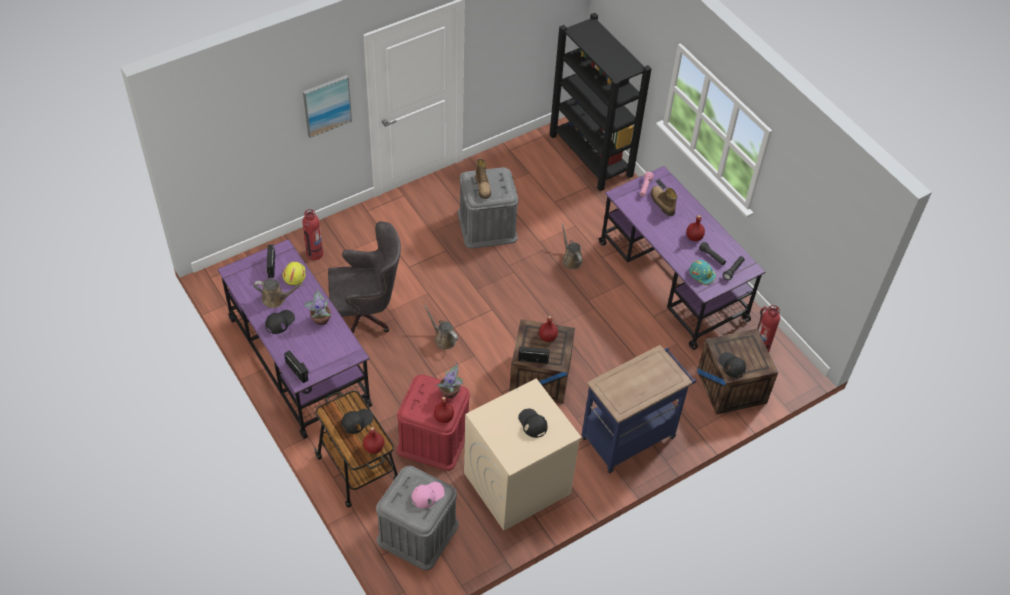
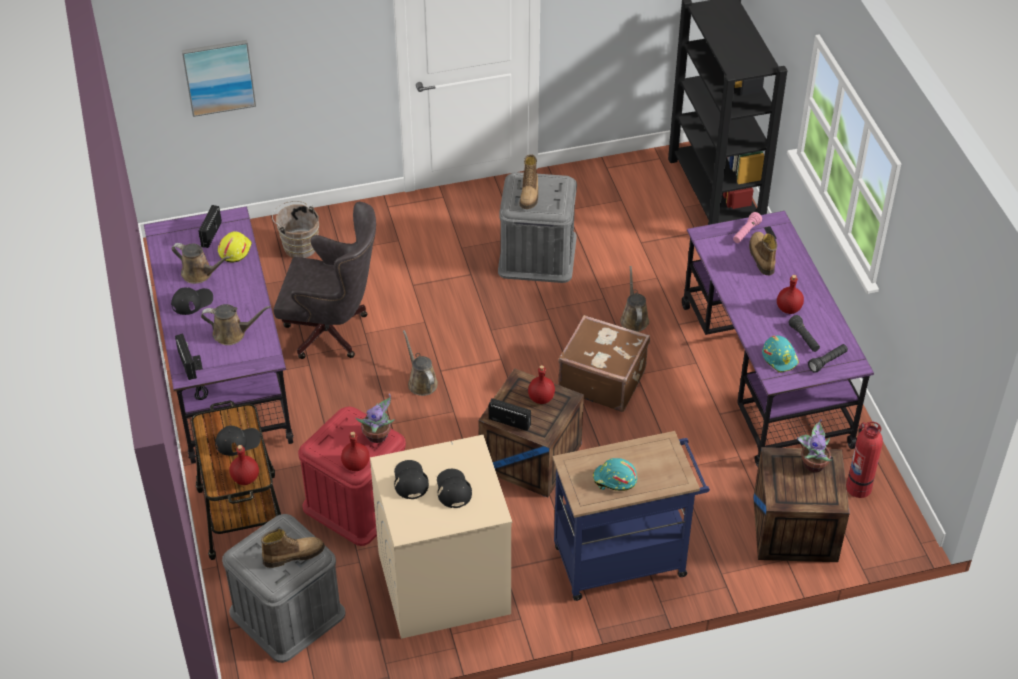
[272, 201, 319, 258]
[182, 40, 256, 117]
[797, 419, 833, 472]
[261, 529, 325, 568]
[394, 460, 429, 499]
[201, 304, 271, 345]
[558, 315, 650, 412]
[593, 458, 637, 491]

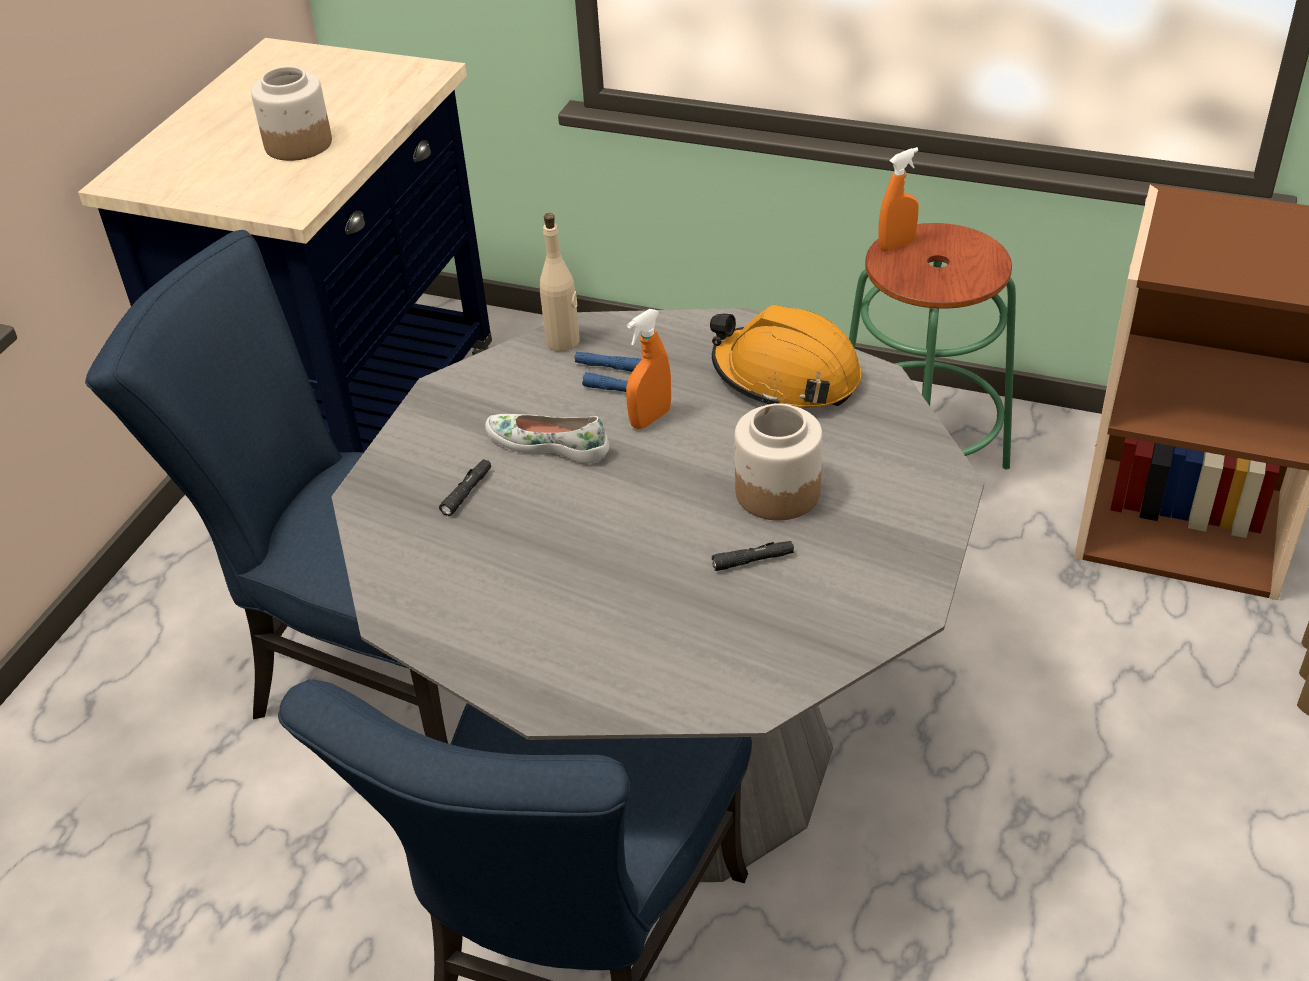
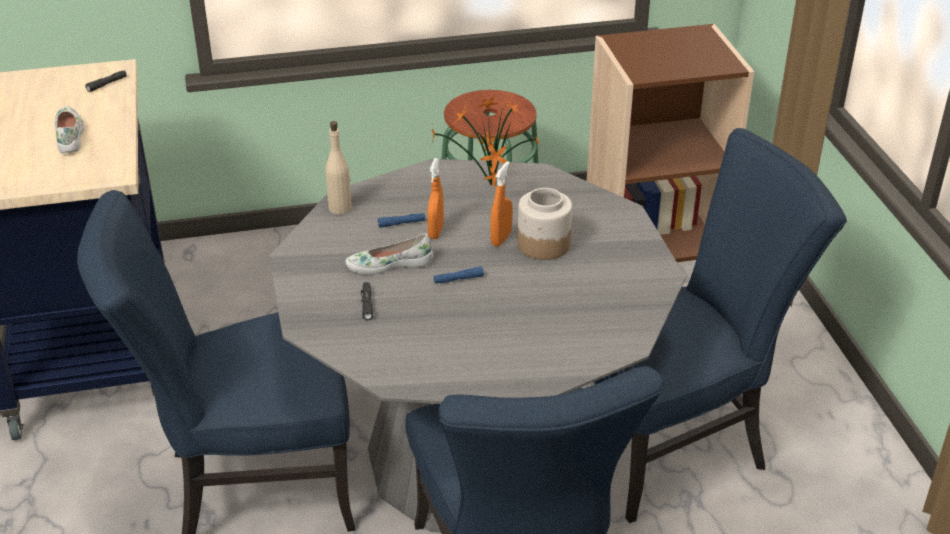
[54, 106, 84, 154]
[433, 266, 484, 283]
[431, 95, 540, 188]
[85, 70, 127, 92]
[490, 161, 513, 247]
[593, 128, 847, 523]

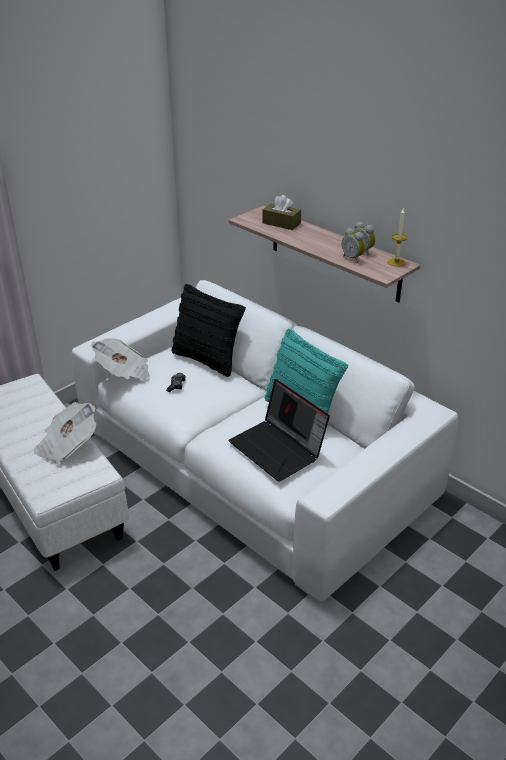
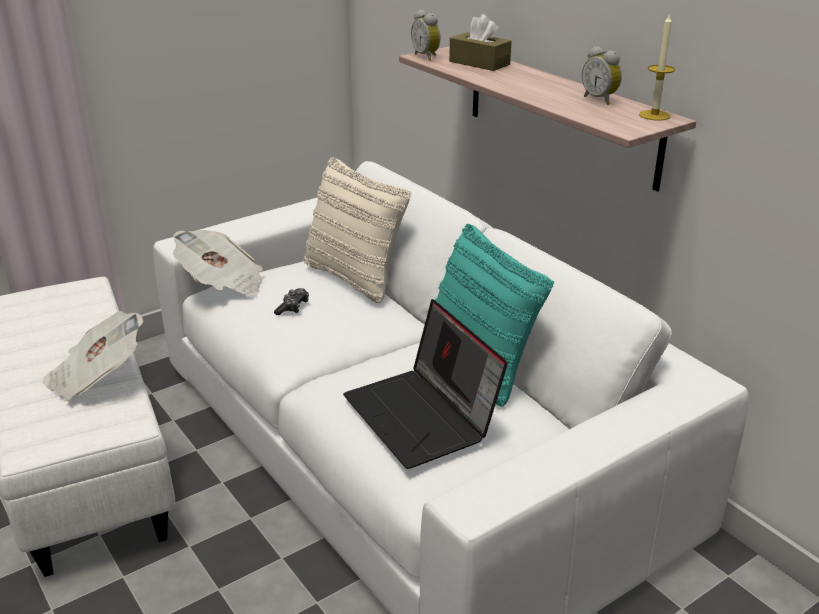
[304, 157, 412, 303]
[411, 10, 440, 61]

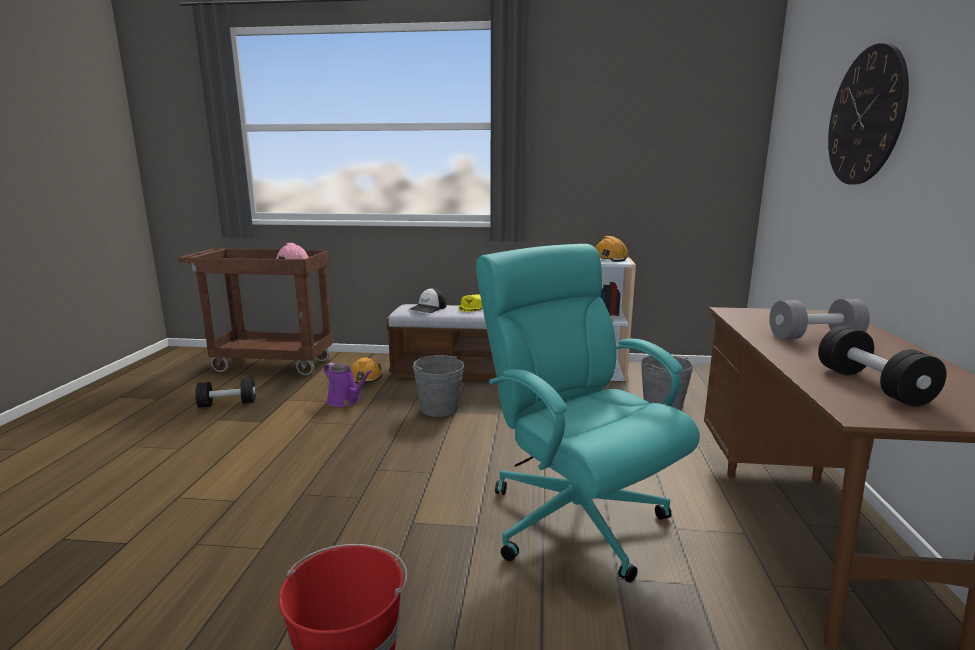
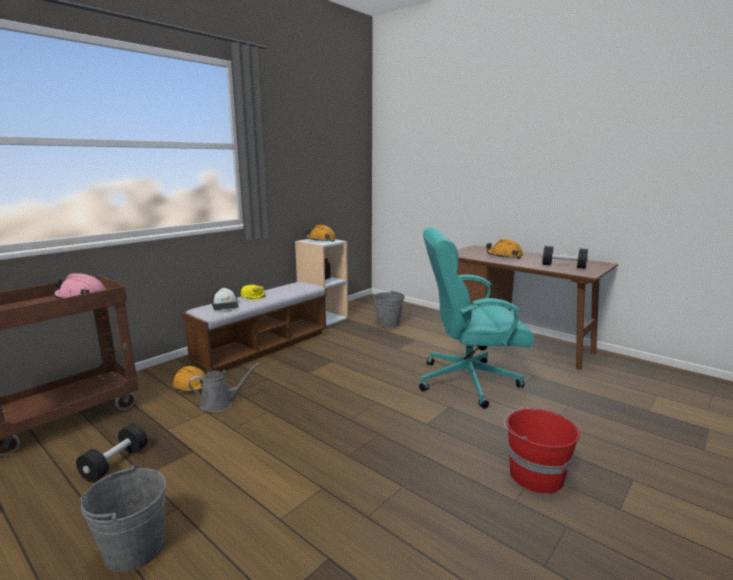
[189, 363, 259, 413]
[80, 465, 166, 572]
[486, 239, 523, 259]
[828, 43, 909, 185] (first image)

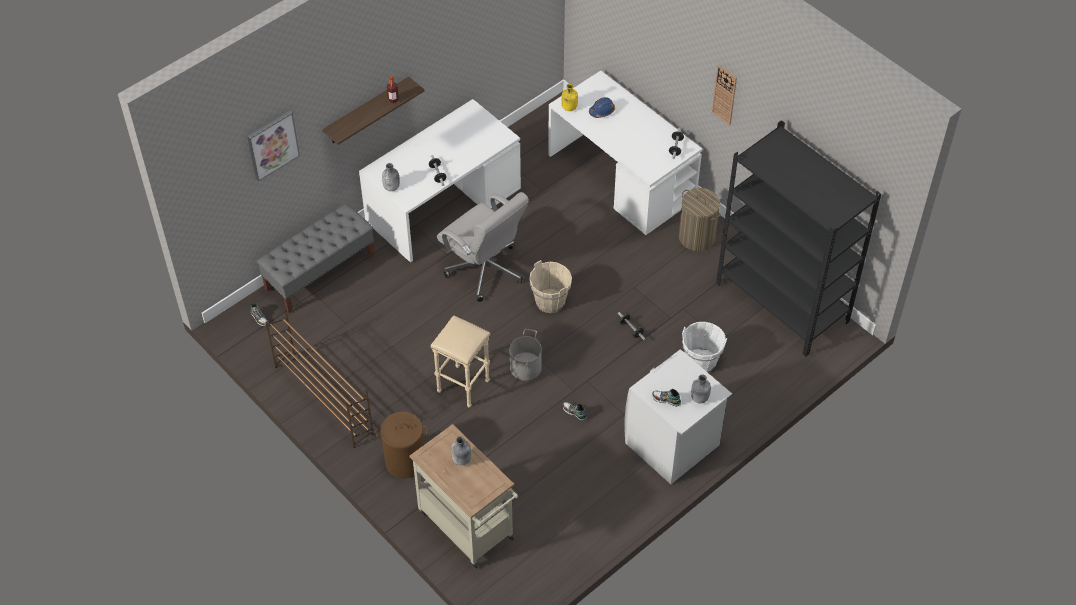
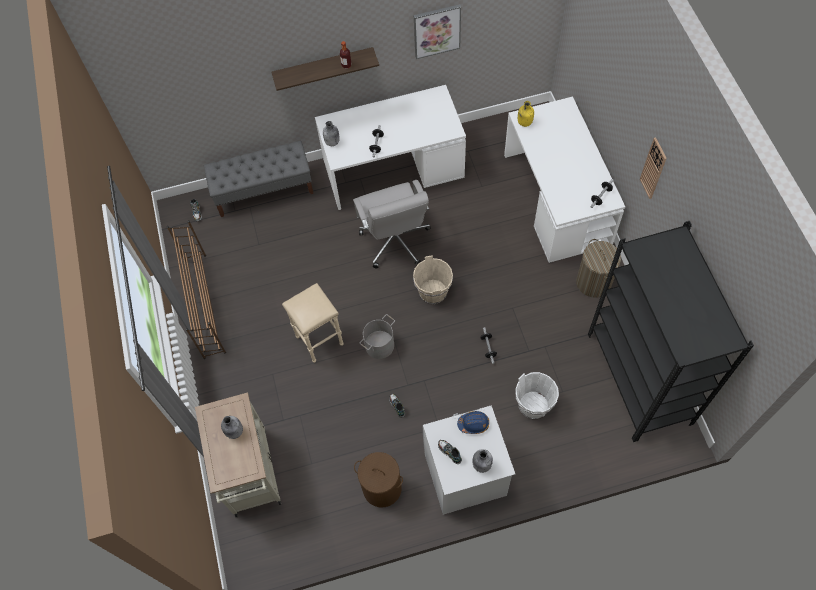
[414, 4, 461, 59]
[354, 452, 403, 507]
[457, 411, 489, 434]

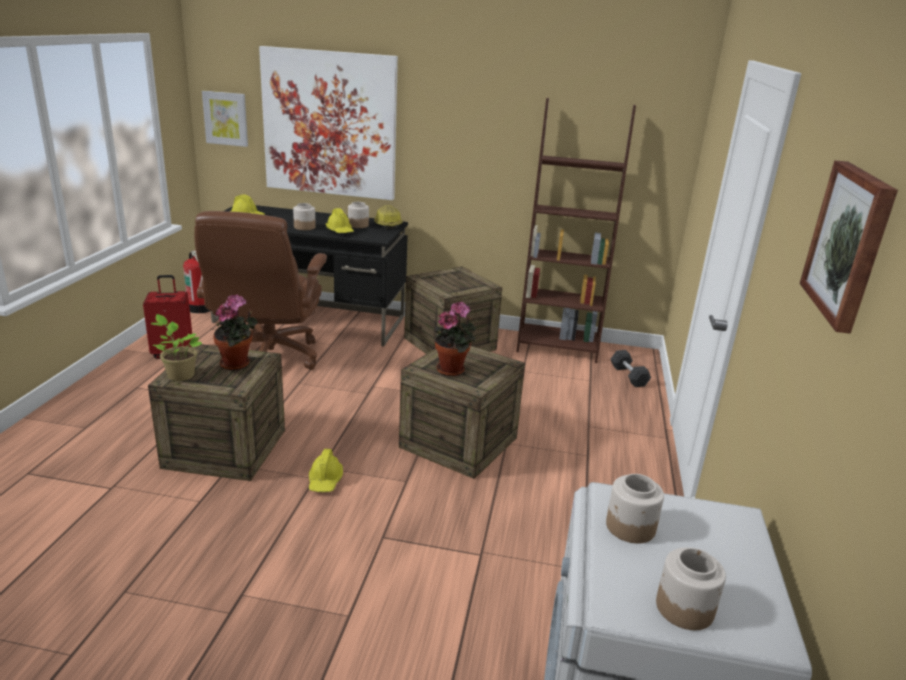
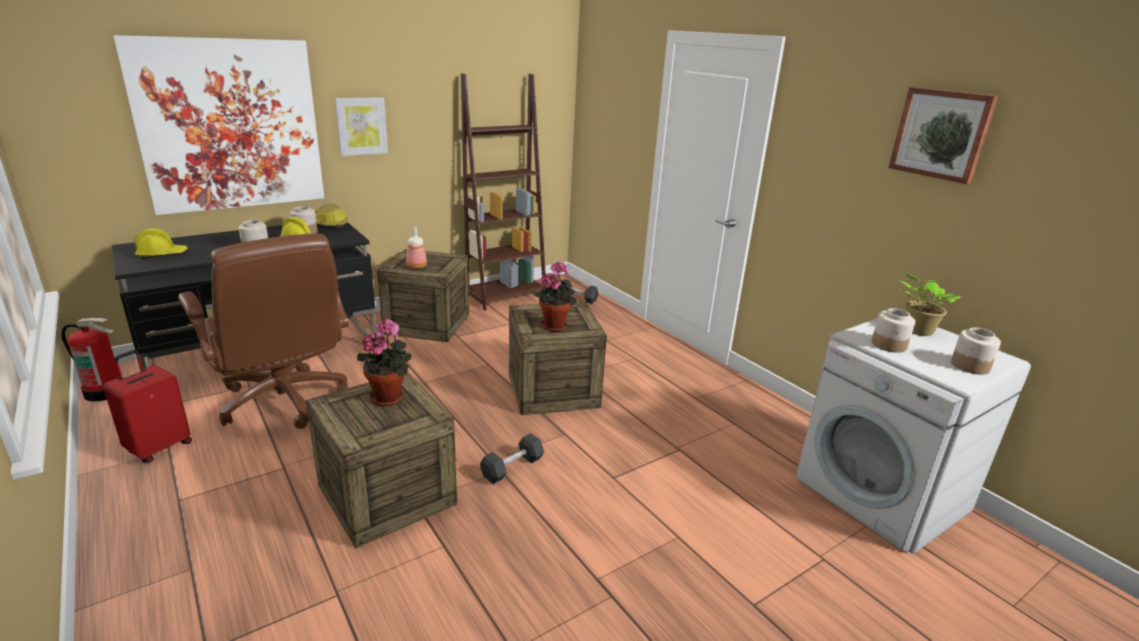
[899, 274, 962, 336]
[335, 97, 388, 156]
[480, 433, 544, 484]
[406, 227, 427, 269]

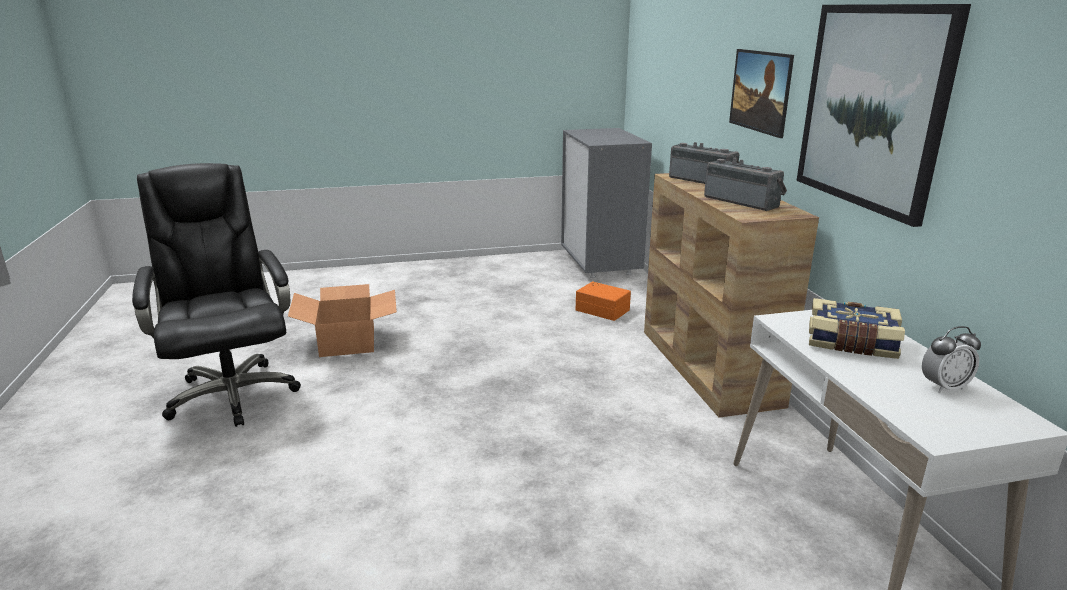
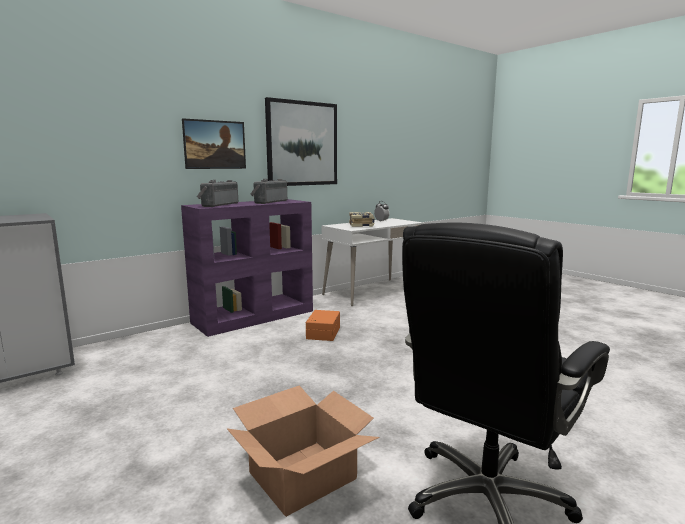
[306, 310, 340, 341]
[181, 199, 313, 337]

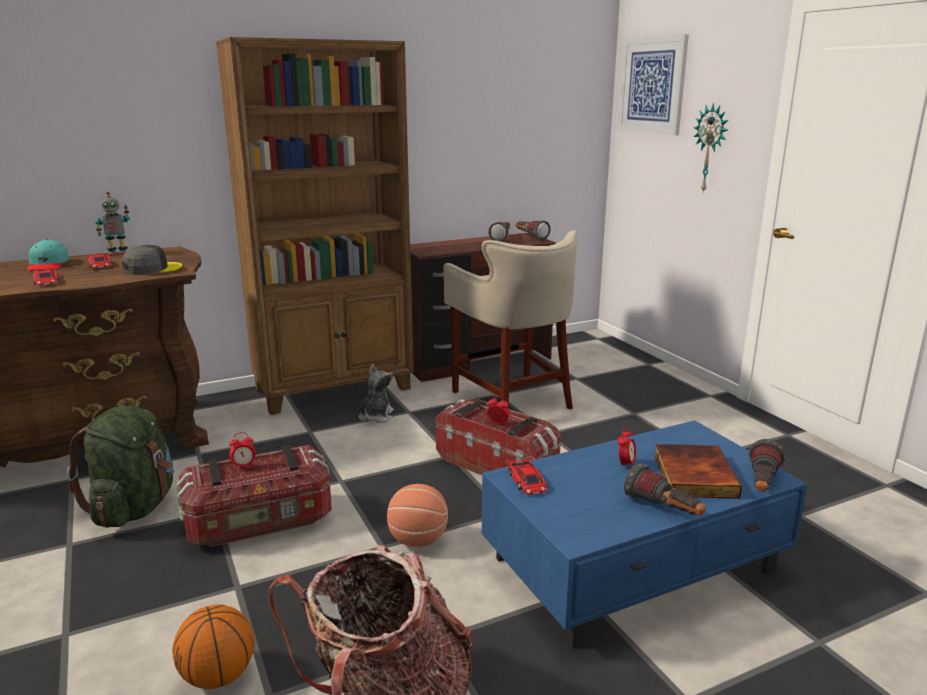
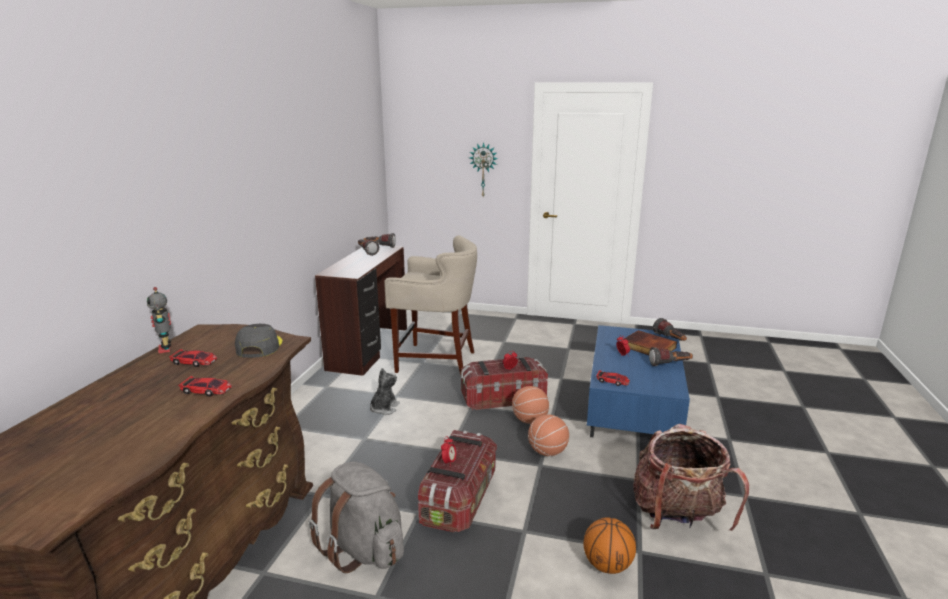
[27, 239, 69, 271] (first image)
[309, 462, 404, 573]
[147, 287, 171, 354]
[216, 37, 413, 415] (first image)
[370, 368, 400, 415]
[618, 34, 689, 136] (first image)
[512, 386, 549, 424]

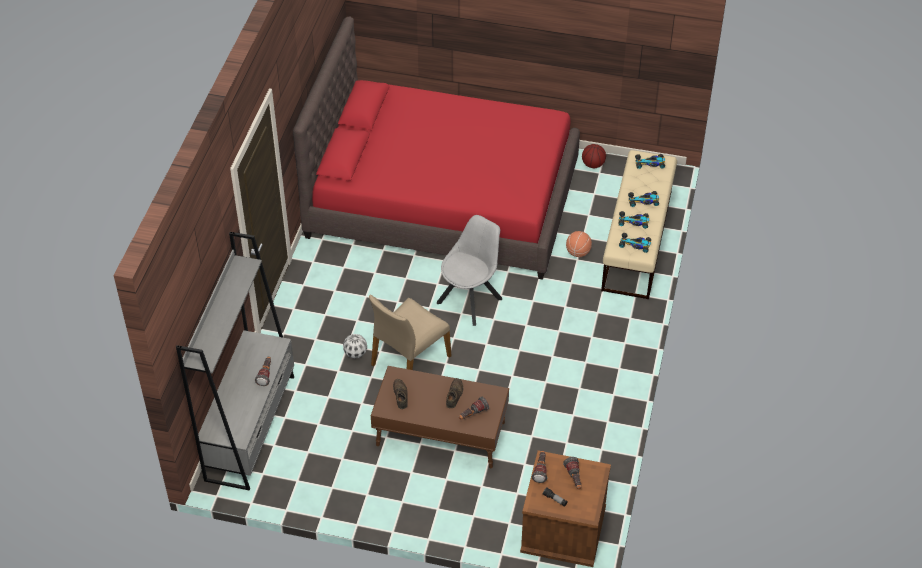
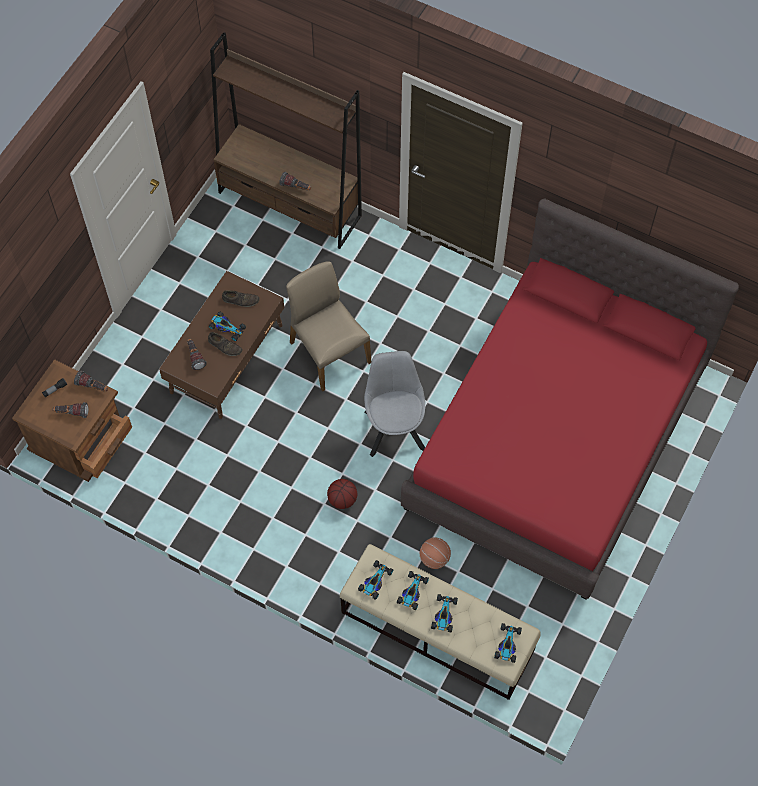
[210, 32, 362, 249]
[343, 334, 367, 358] (first image)
[364, 351, 425, 457]
[327, 479, 357, 509]
[209, 312, 246, 341]

